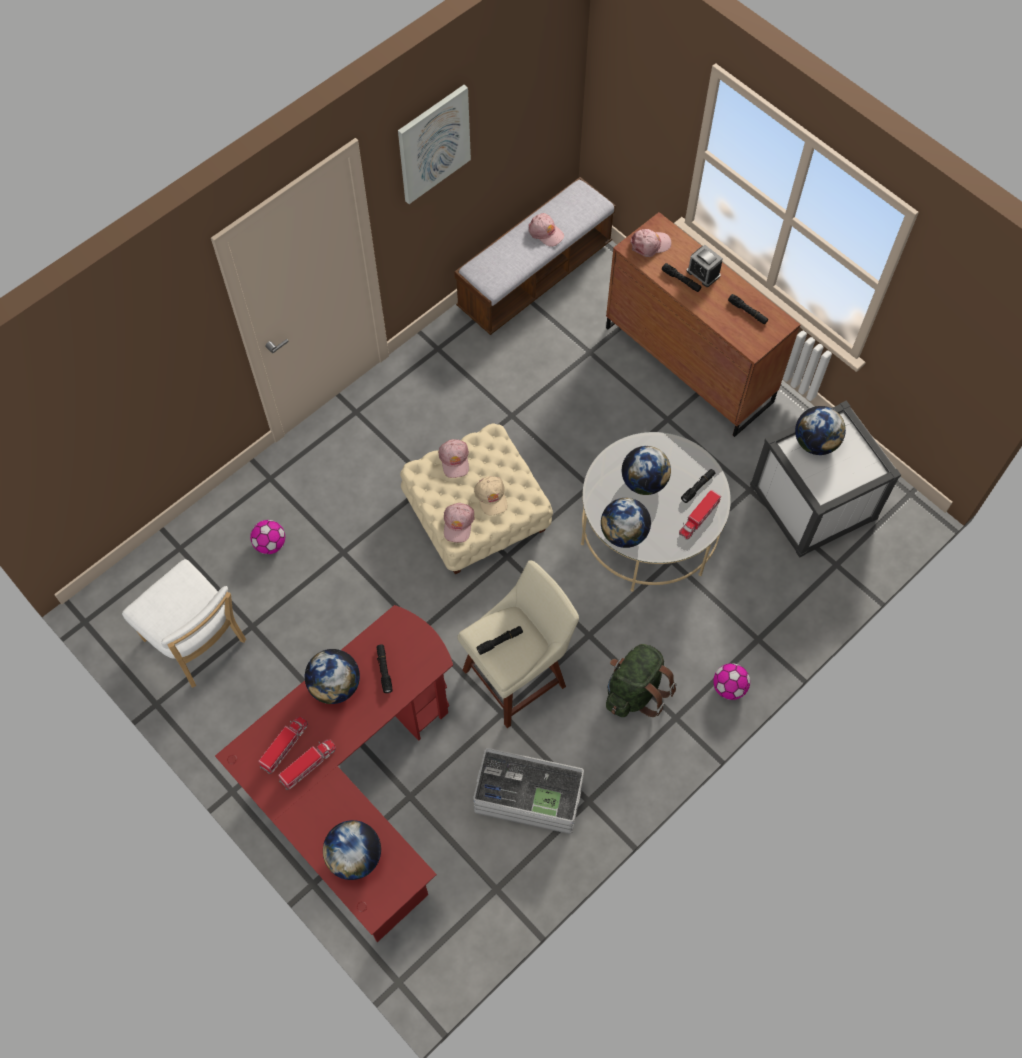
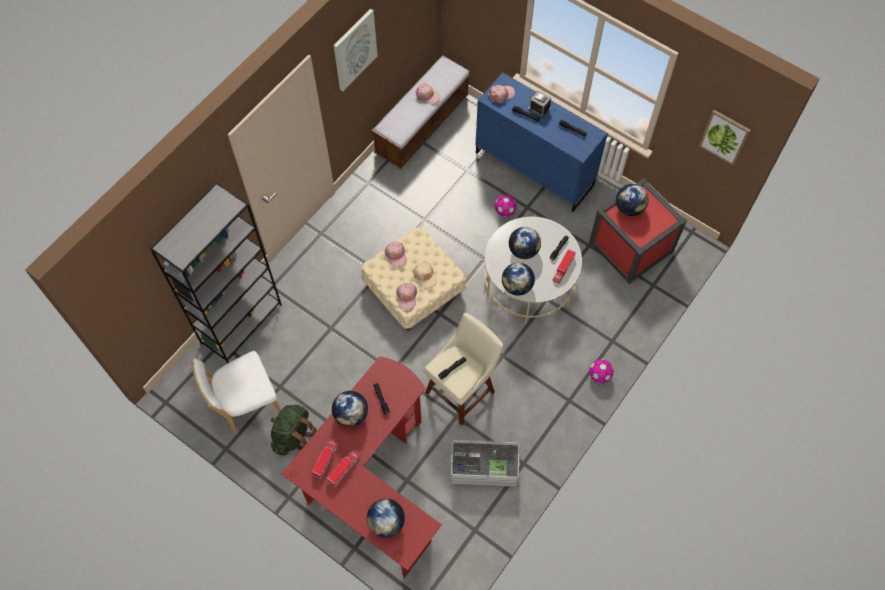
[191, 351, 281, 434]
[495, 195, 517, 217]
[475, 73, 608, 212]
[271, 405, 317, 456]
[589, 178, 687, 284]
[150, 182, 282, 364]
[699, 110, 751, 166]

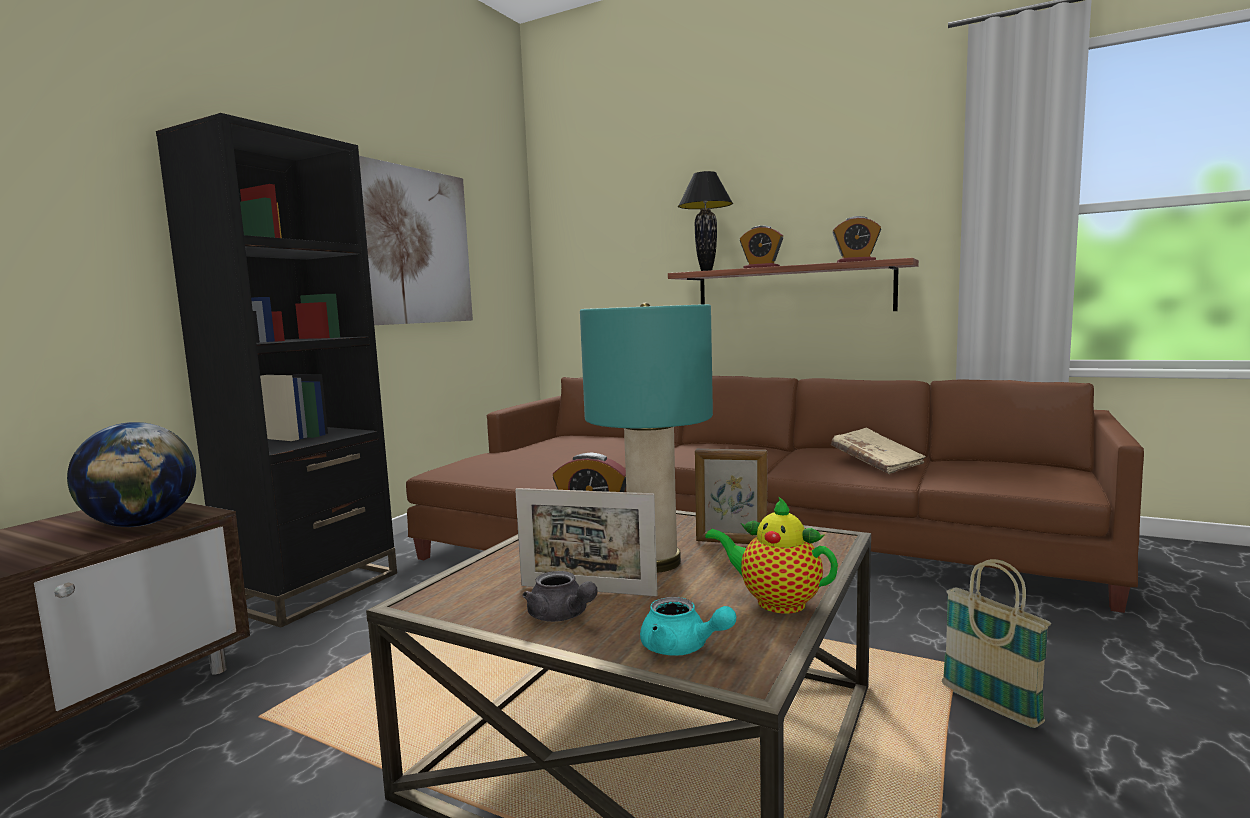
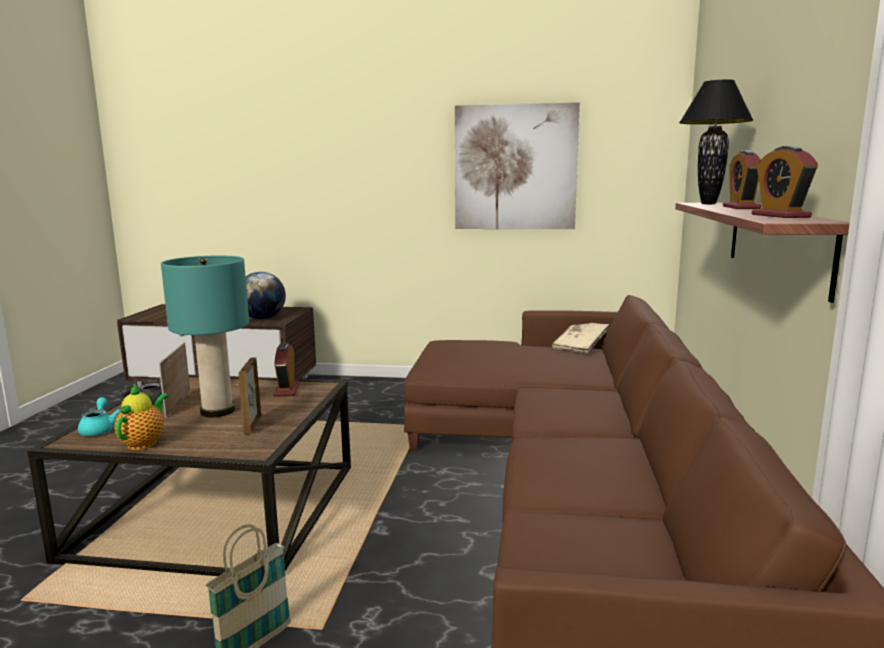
[156, 113, 397, 627] (first image)
[78, 397, 121, 436]
[552, 323, 610, 353]

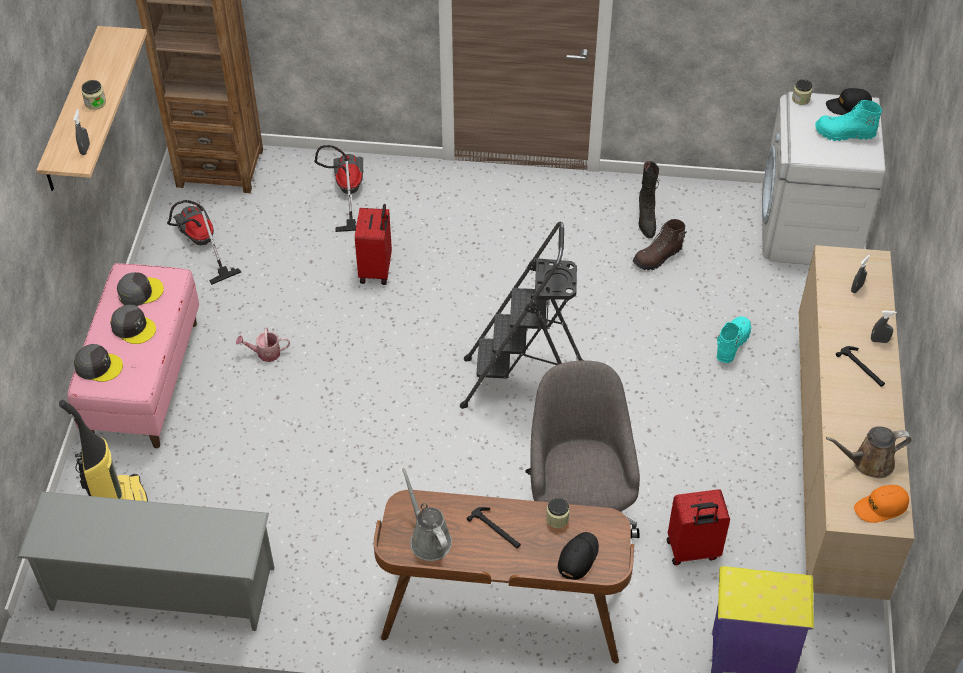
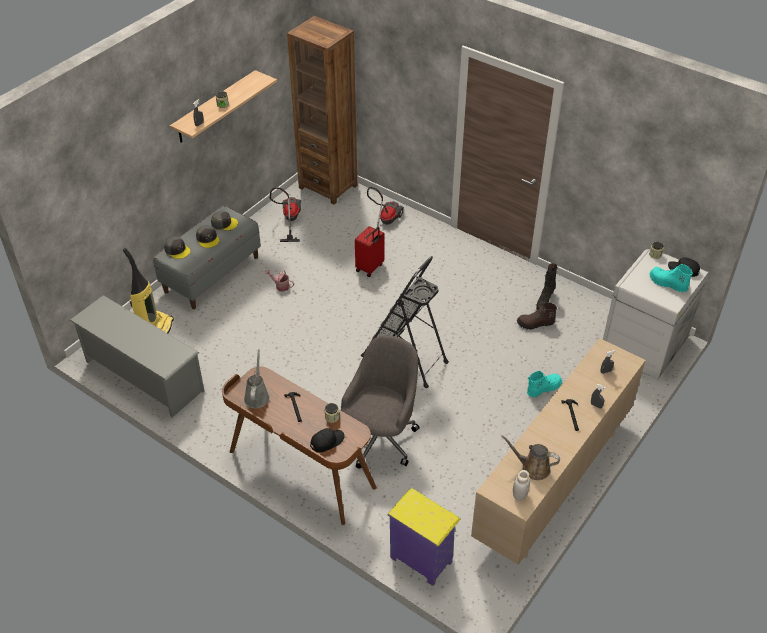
[153, 206, 261, 309]
[667, 489, 730, 565] (first image)
[513, 470, 530, 500]

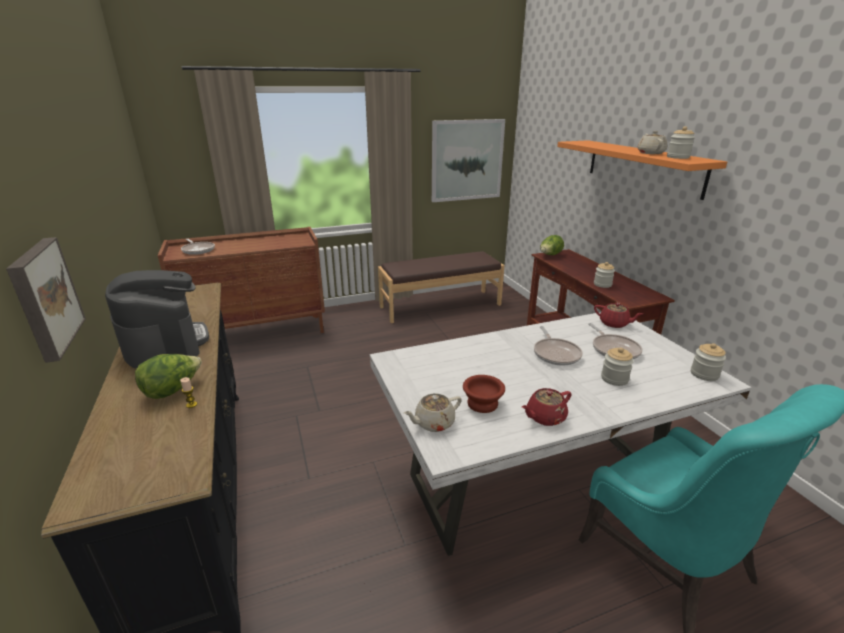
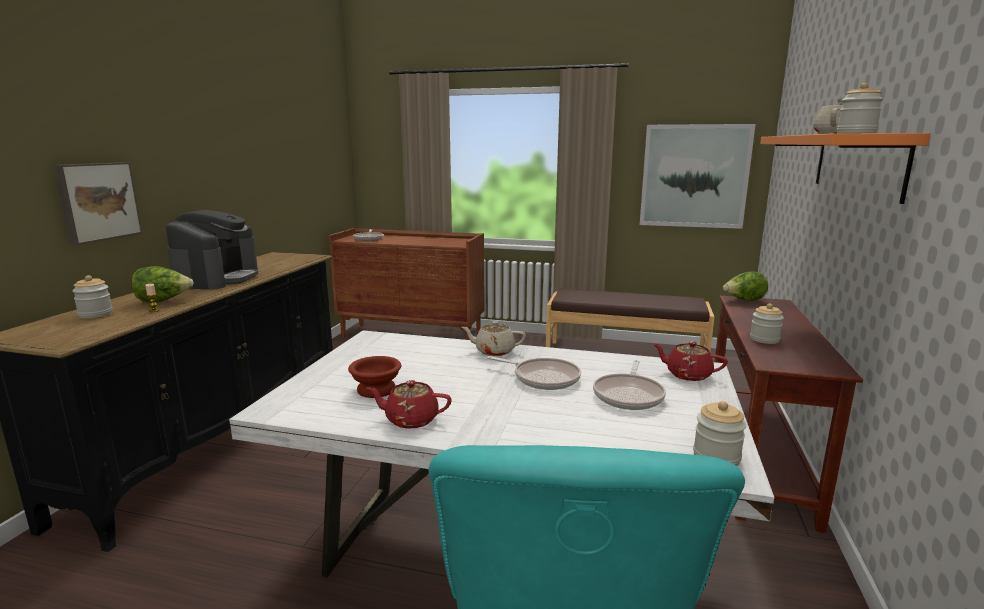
[461, 321, 526, 356]
[487, 356, 581, 390]
[653, 341, 728, 381]
[72, 275, 113, 318]

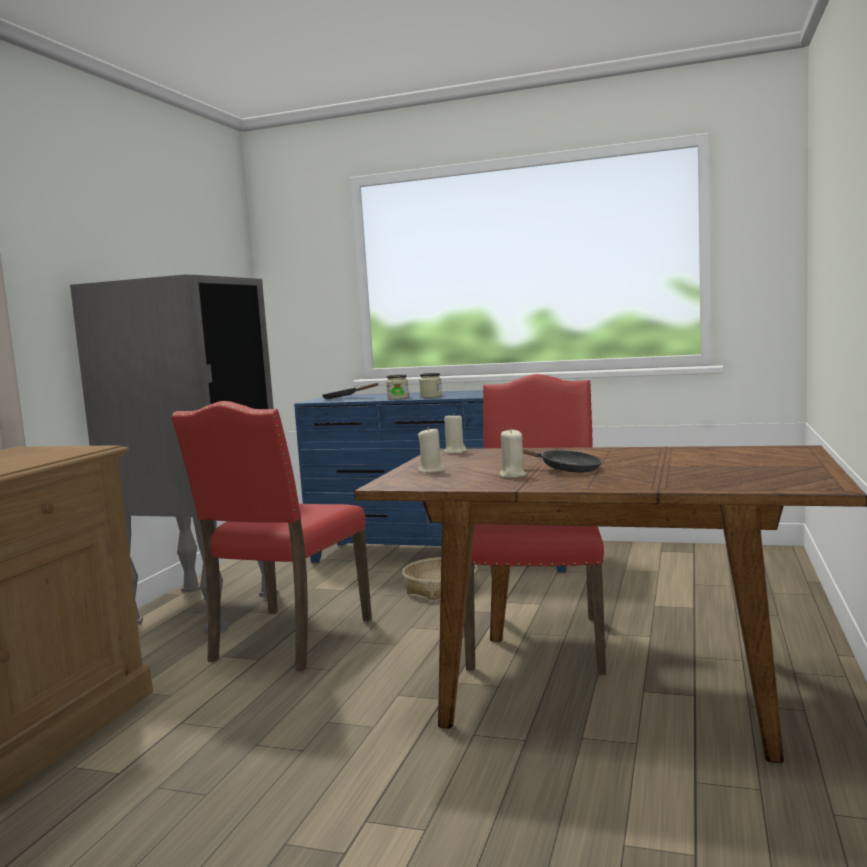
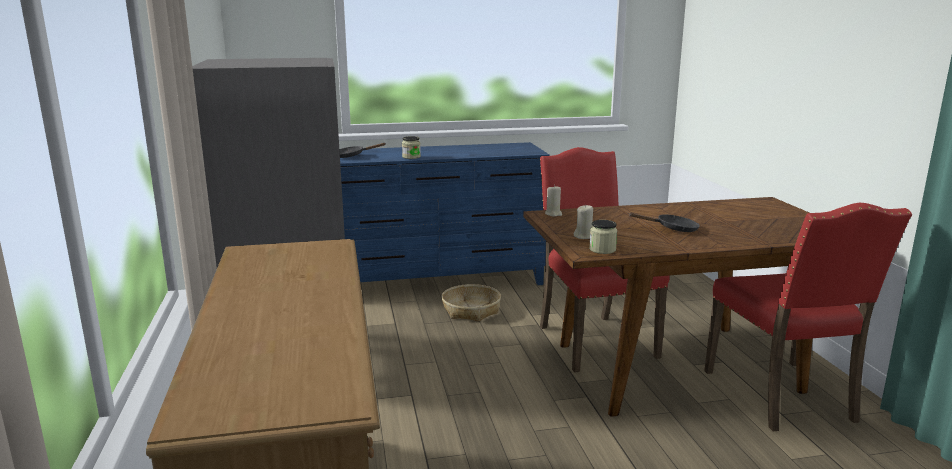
[704, 203, 912, 431]
[589, 220, 617, 254]
[499, 428, 526, 478] (first image)

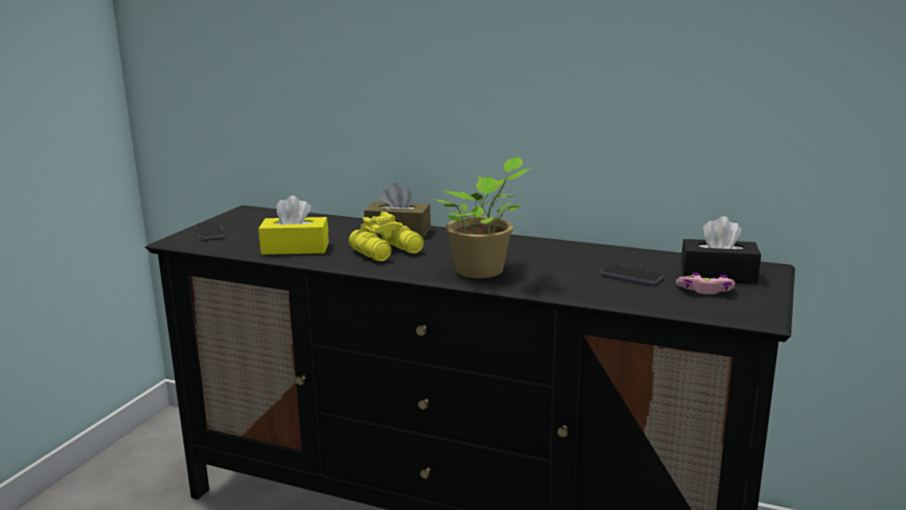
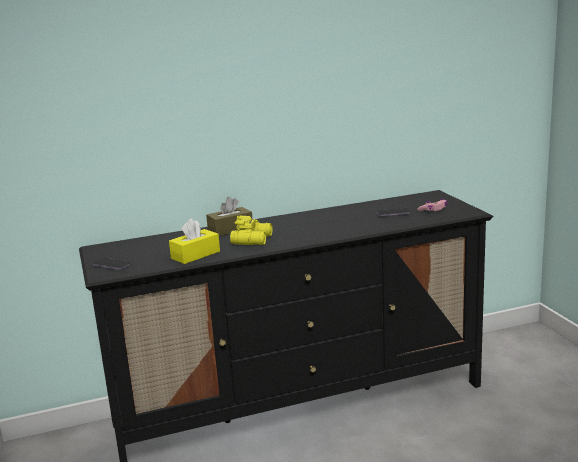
[432, 156, 532, 278] (first image)
[681, 216, 761, 284] (first image)

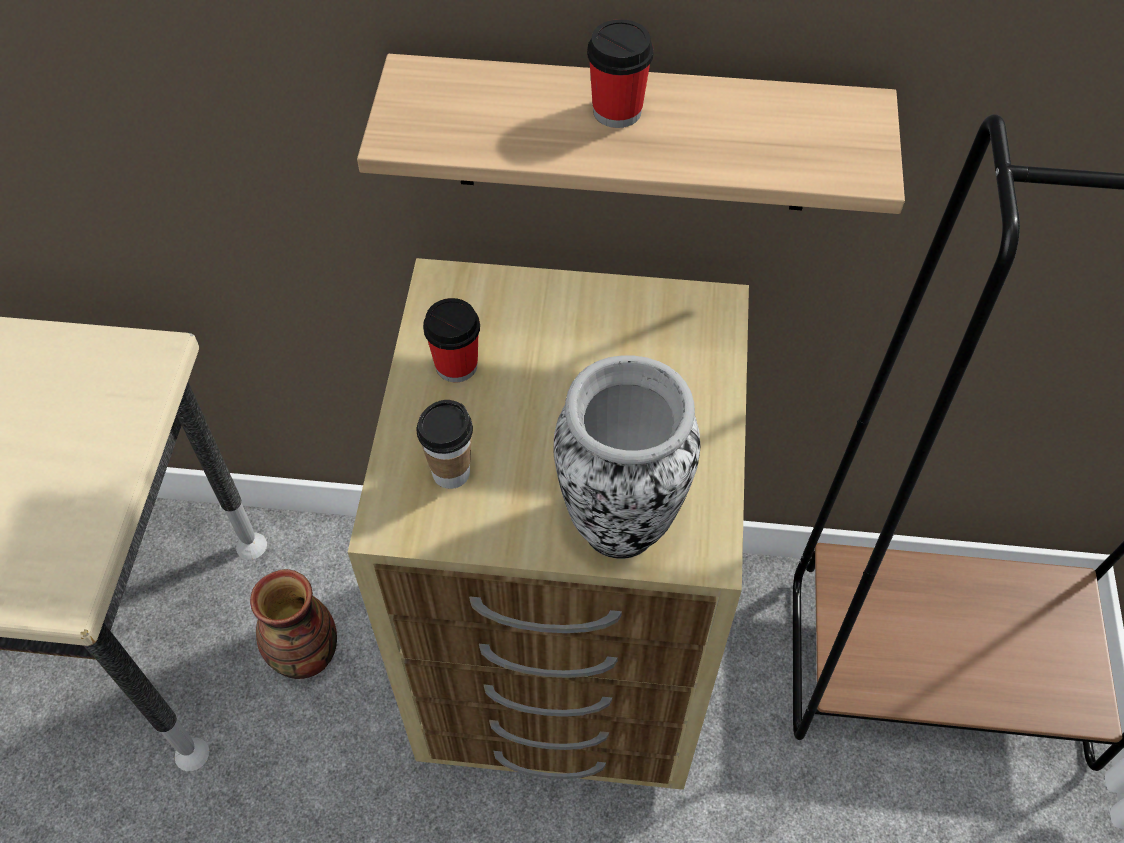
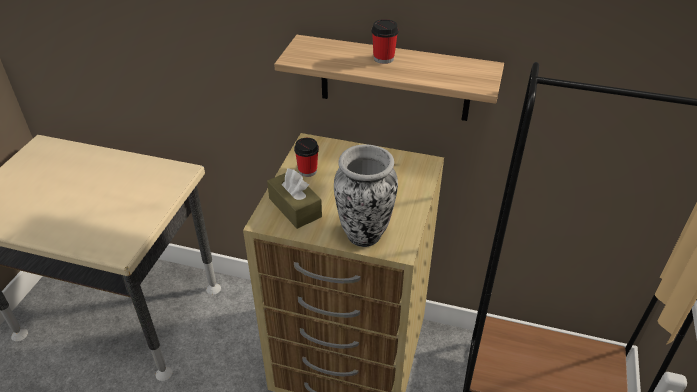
[250, 569, 337, 679] (first image)
[267, 168, 322, 229]

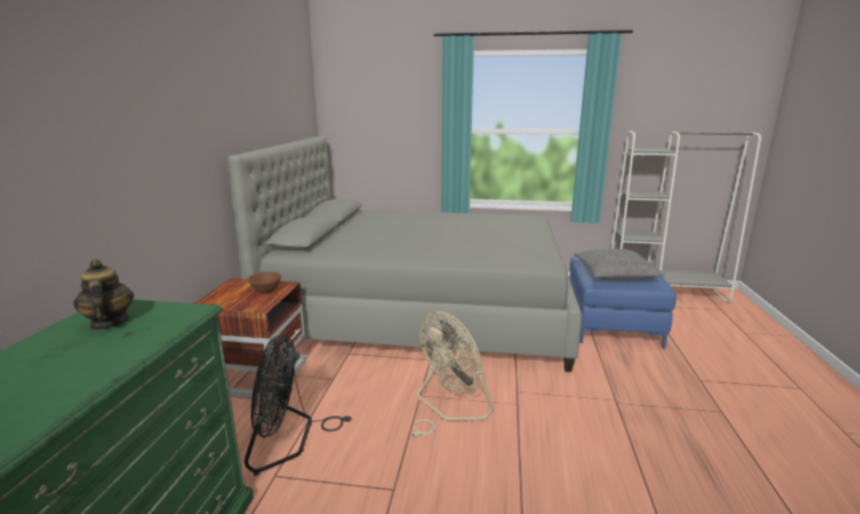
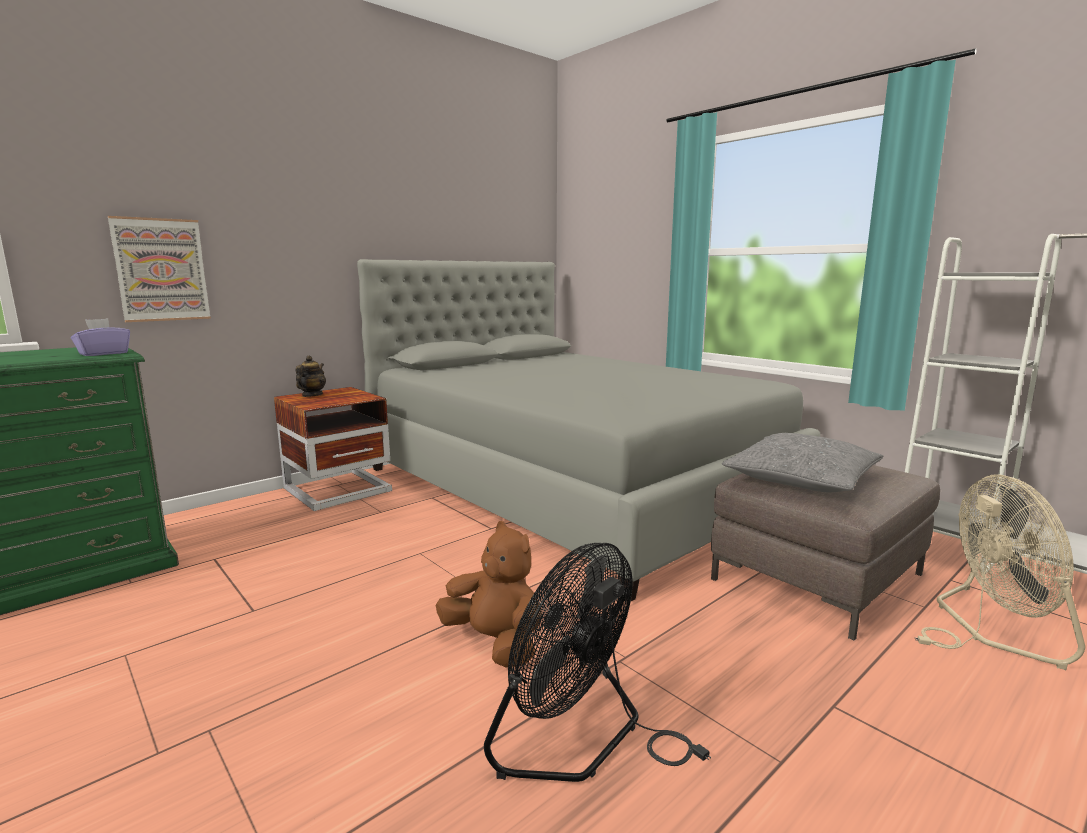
[296, 356, 326, 397]
[484, 543, 711, 782]
[248, 272, 282, 294] (first image)
[915, 474, 1085, 670]
[711, 465, 940, 640]
[71, 318, 130, 356]
[108, 216, 211, 322]
[436, 521, 542, 667]

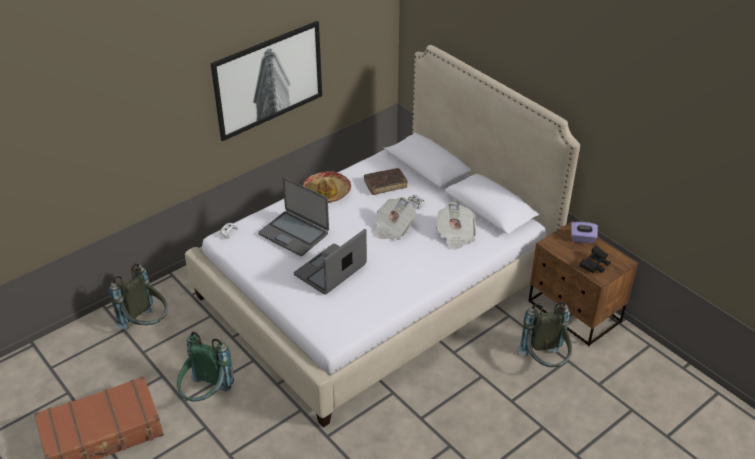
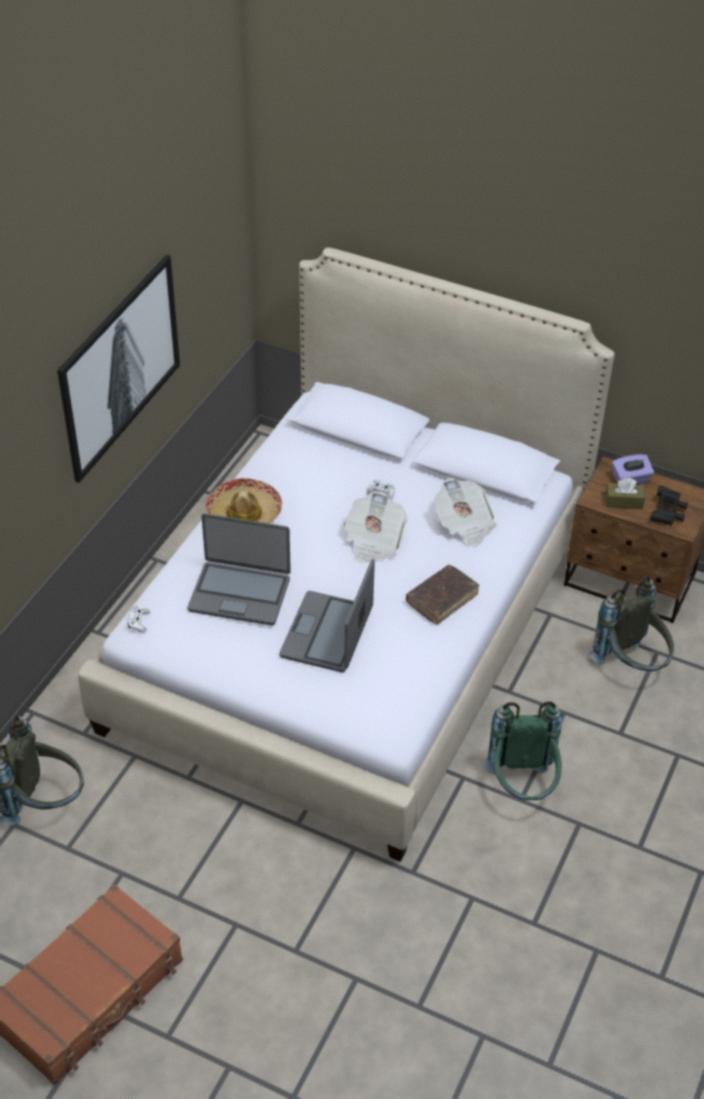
[483, 701, 562, 800]
[406, 565, 480, 625]
[605, 478, 645, 509]

